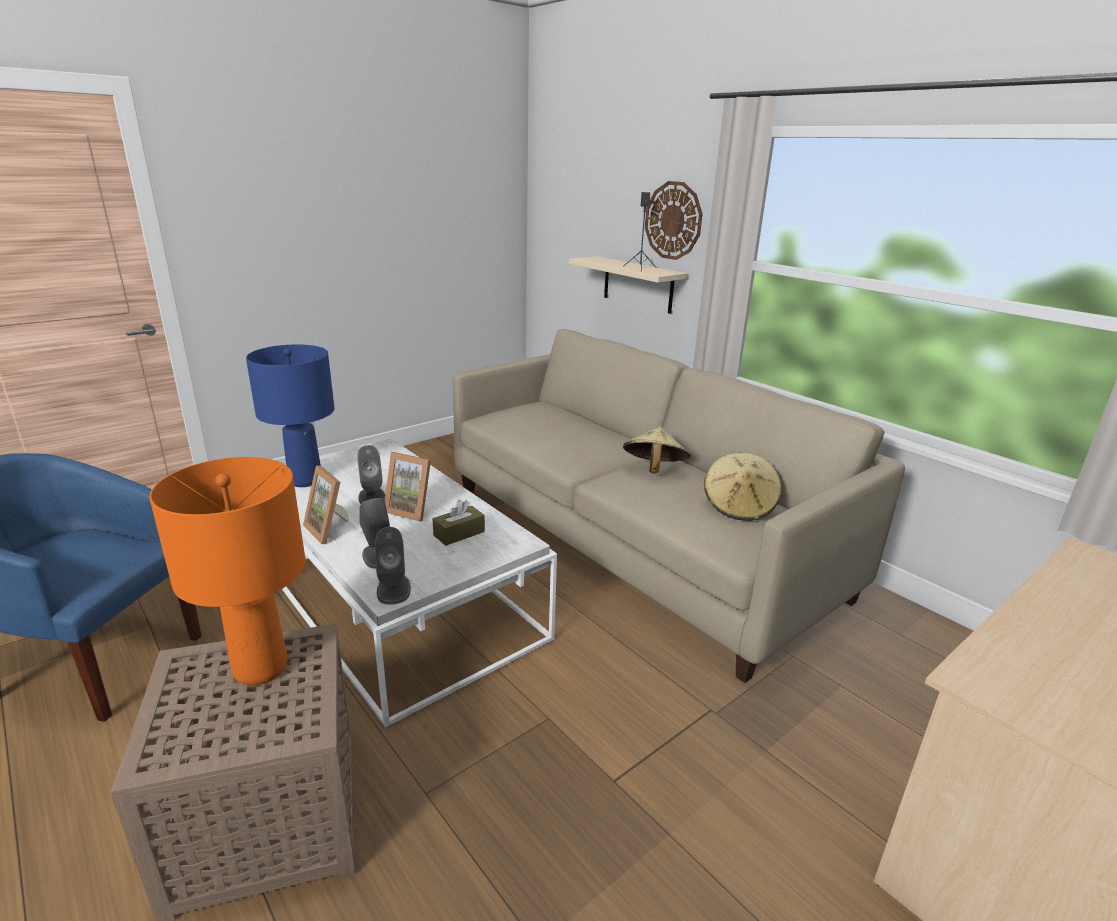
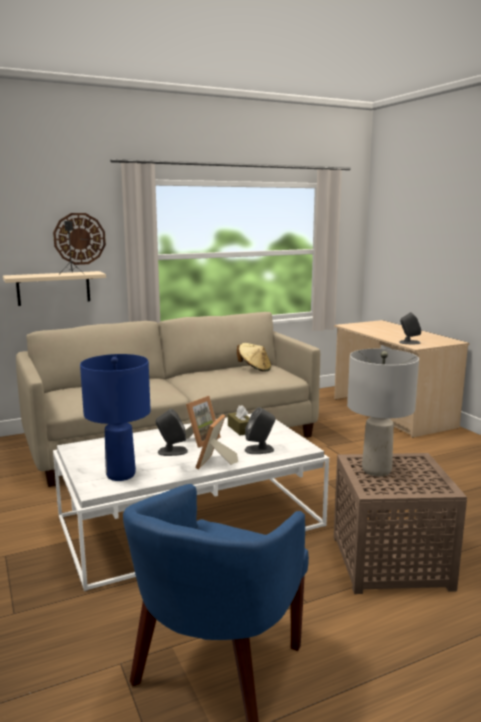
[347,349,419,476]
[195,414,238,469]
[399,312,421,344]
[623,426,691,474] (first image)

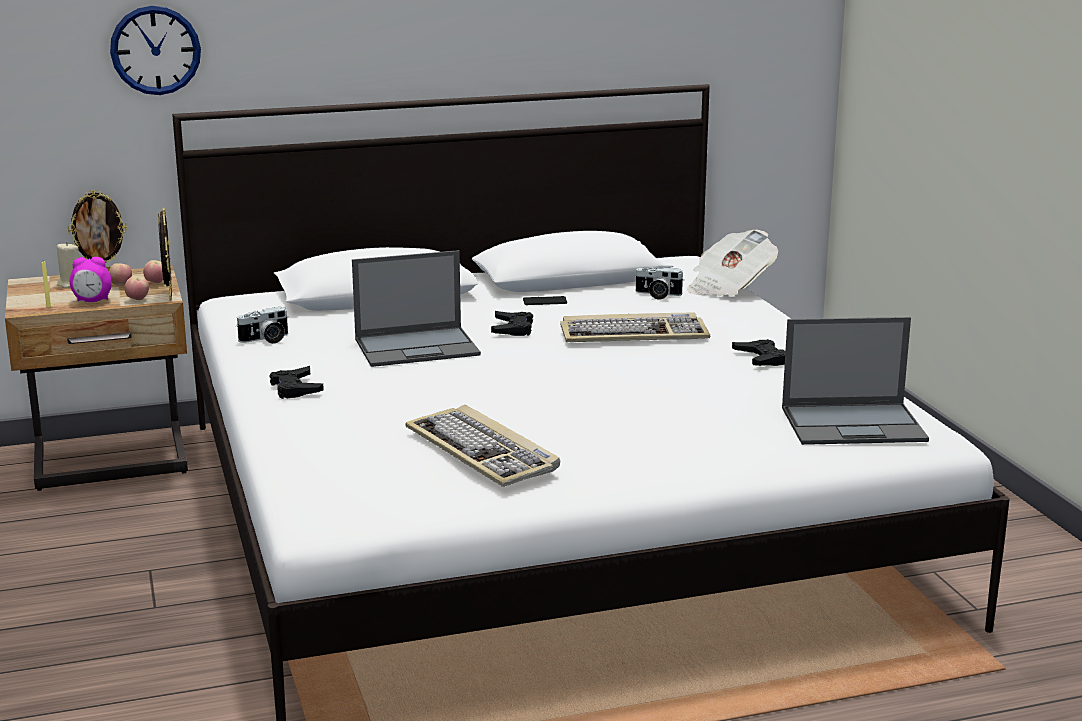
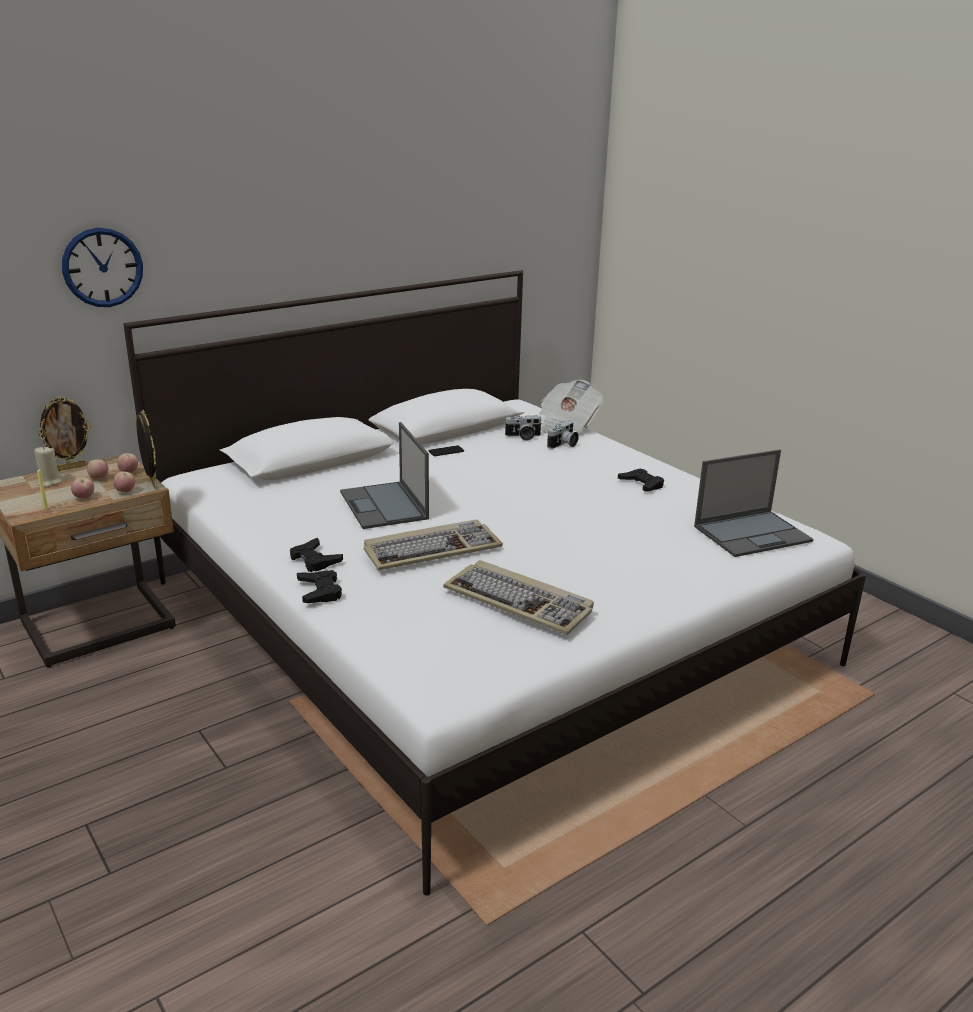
[71,477,94,499]
[547,420,579,449]
[340,422,429,529]
[297,570,342,603]
[364,520,503,570]

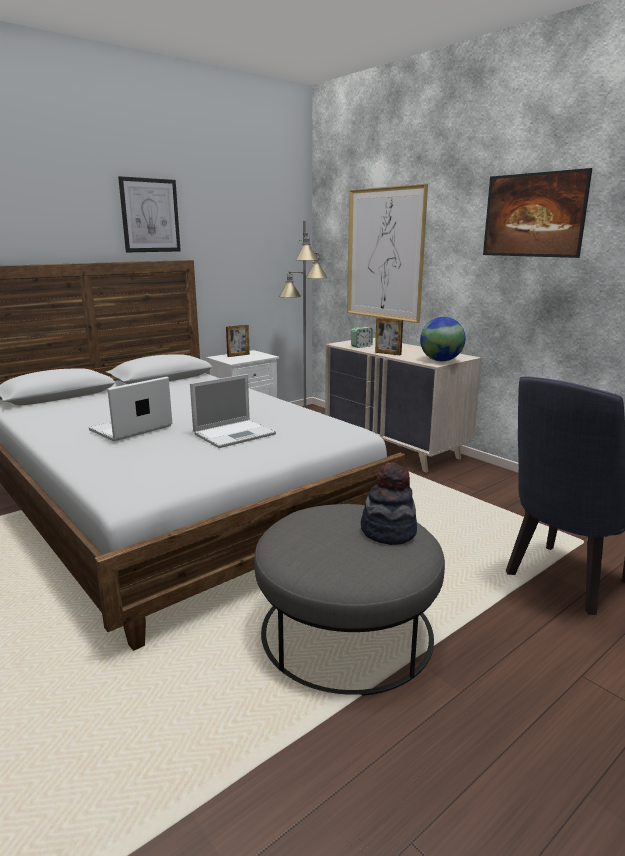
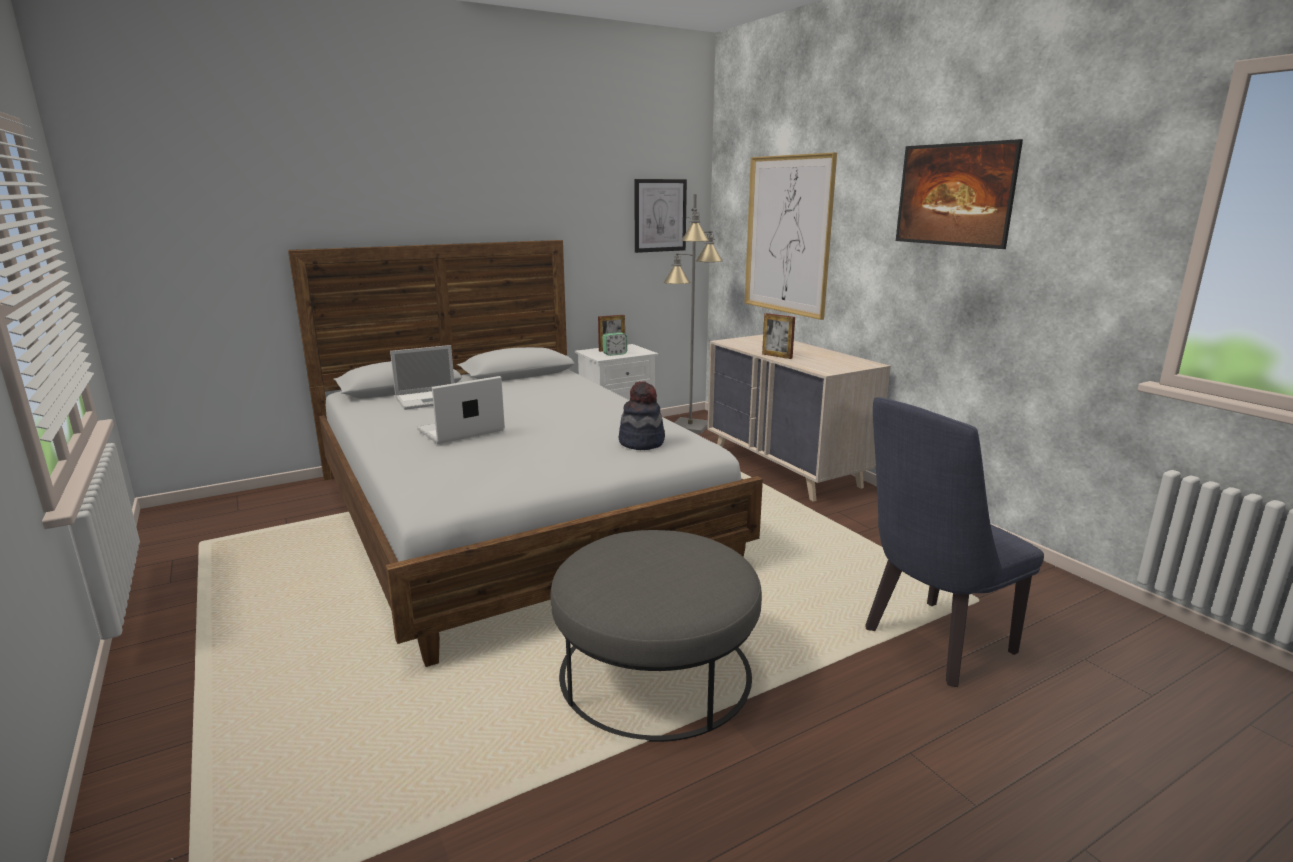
[634,179,687,253]
[390,345,454,410]
[603,332,627,356]
[619,381,665,450]
[420,317,465,361] (first image)

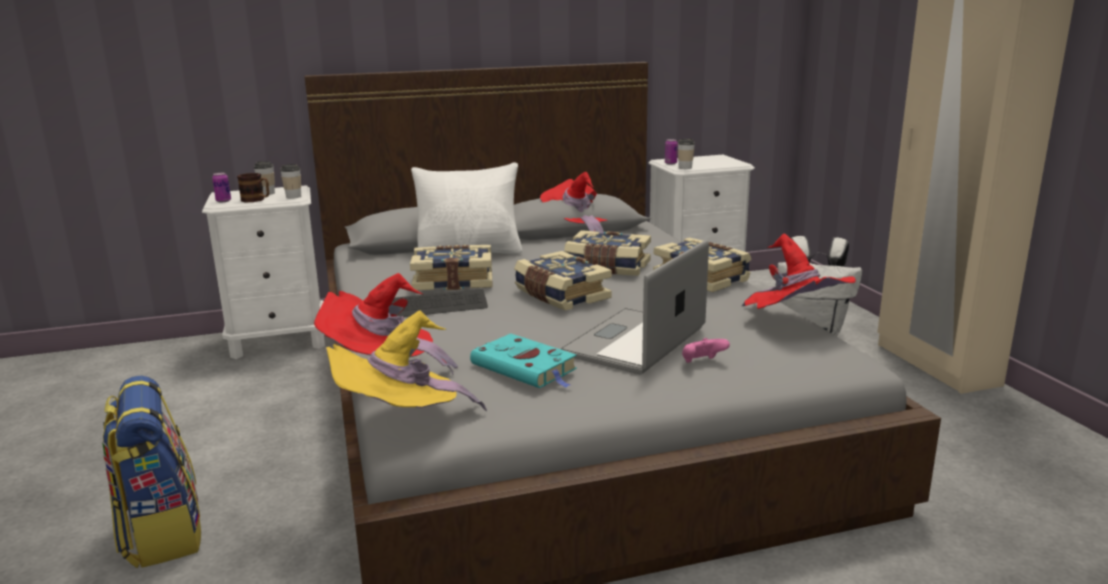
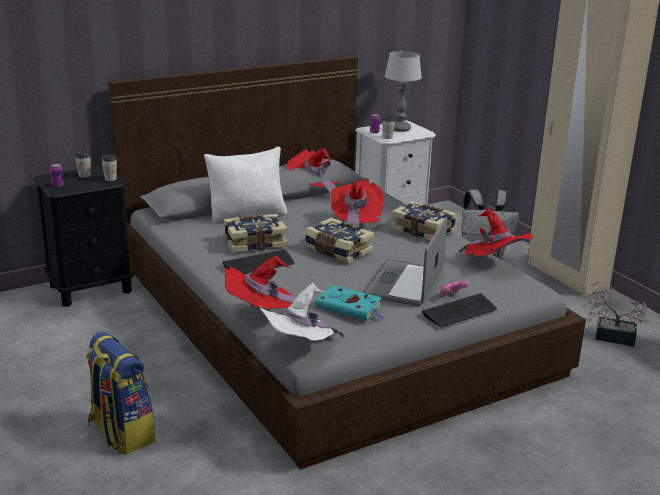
[33,166,134,307]
[237,173,269,202] (first image)
[258,283,344,341]
[331,180,384,228]
[385,51,422,132]
[422,293,497,327]
[583,281,651,347]

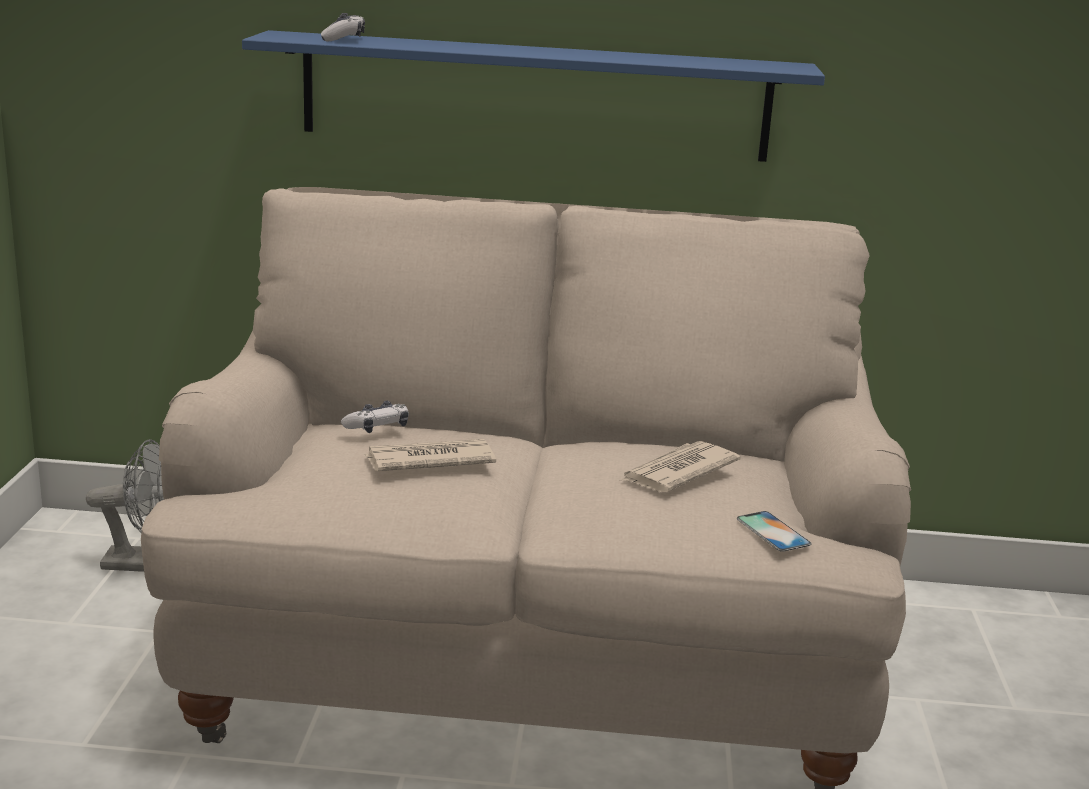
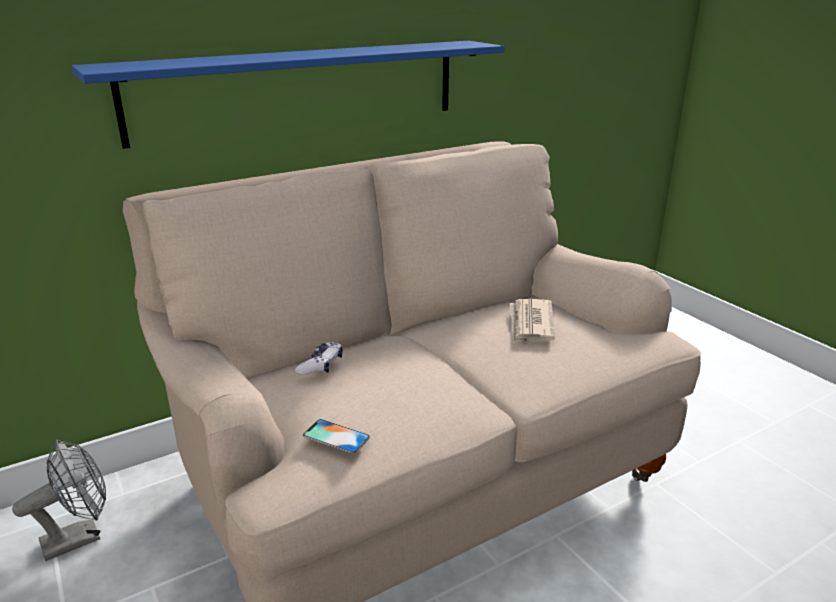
[321,13,365,41] (first image)
[364,439,496,471] (first image)
[303,419,370,454]

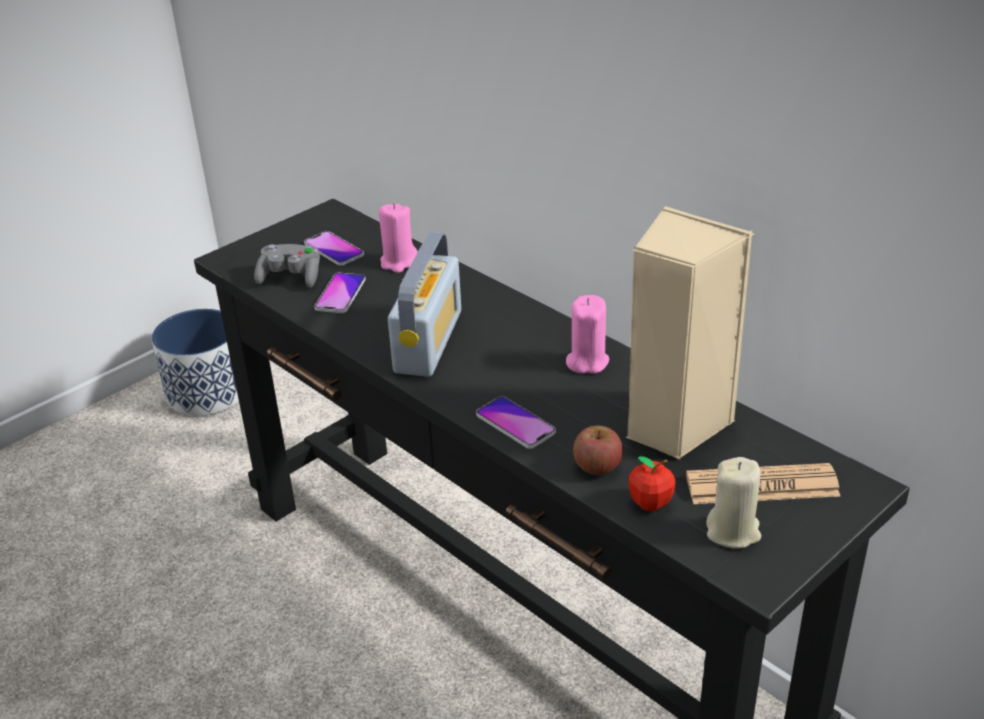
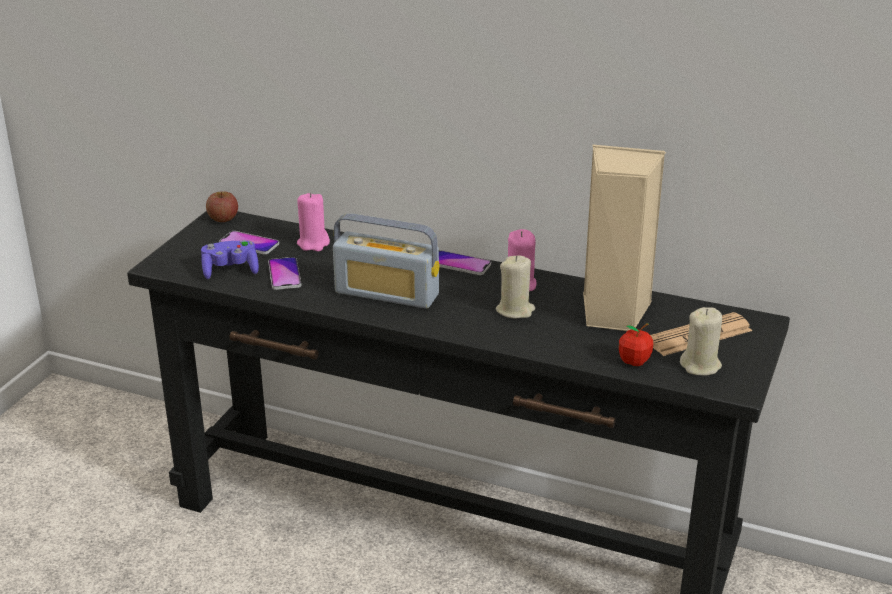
[152,309,239,416] (first image)
[201,240,259,279]
[333,213,440,309]
[439,251,492,275]
[206,191,238,222]
[496,256,535,319]

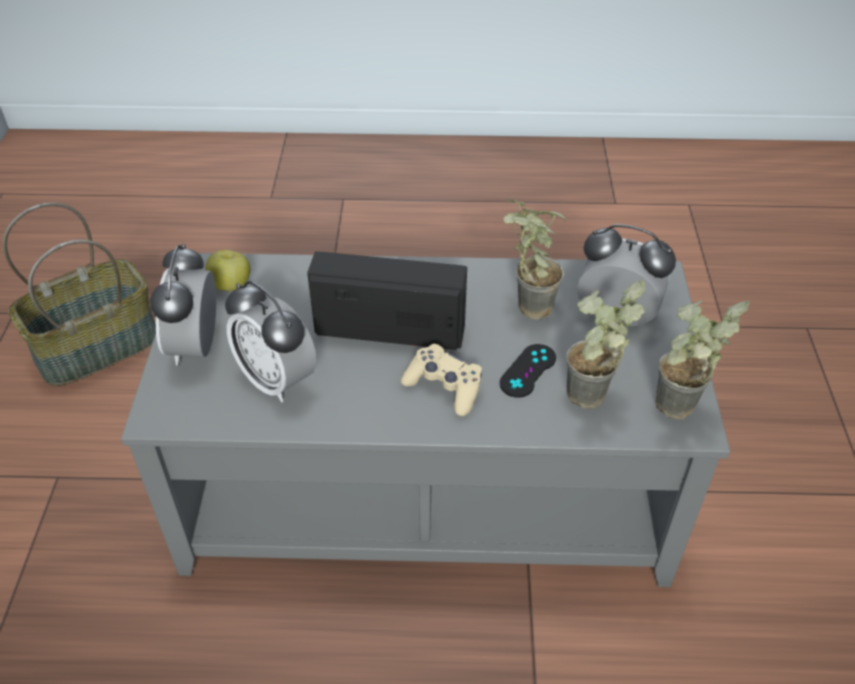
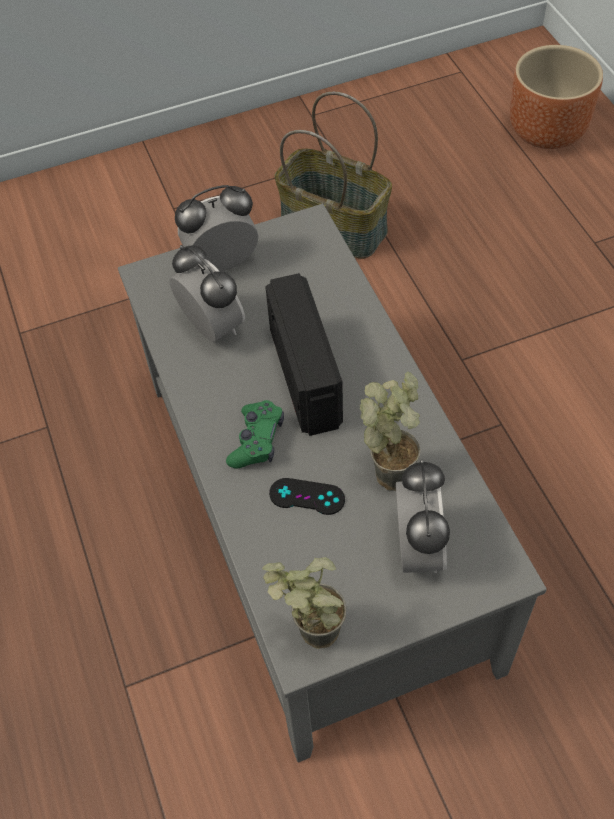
[206,250,250,291] (first image)
[169,245,245,342]
[226,400,284,469]
[566,280,645,408] (first image)
[510,45,603,149]

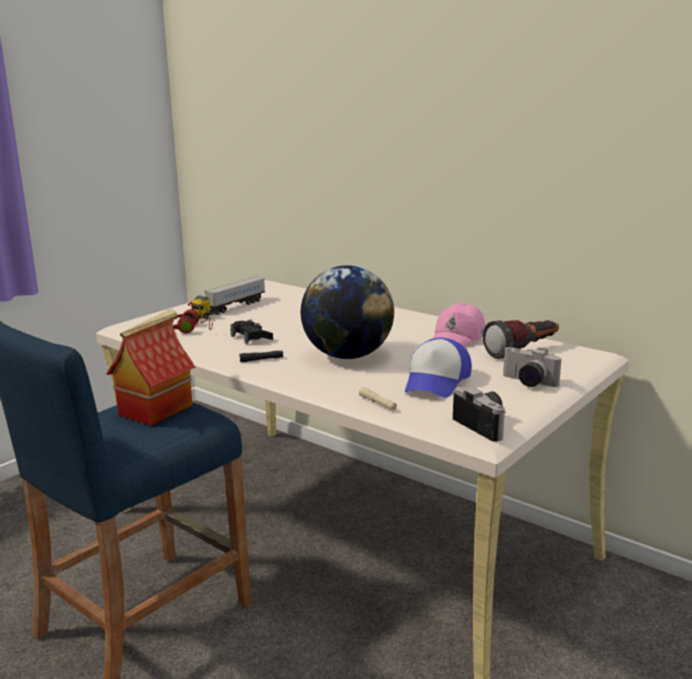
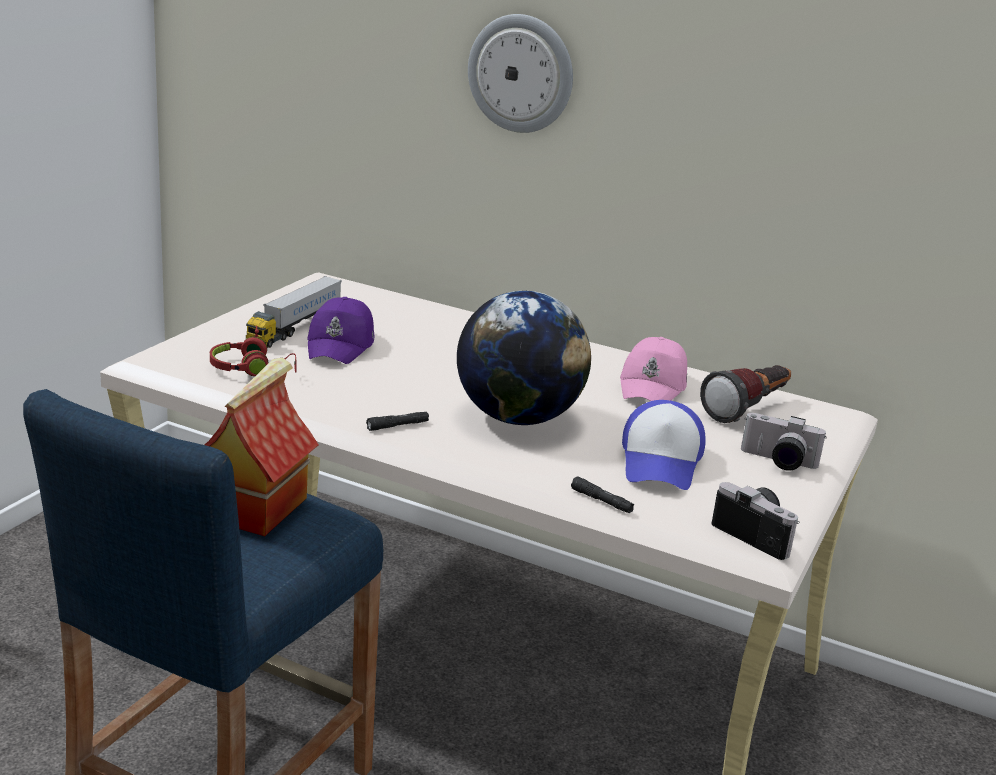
[231,320,273,344] (first image)
[571,476,634,513]
[307,297,374,364]
[468,14,573,133]

